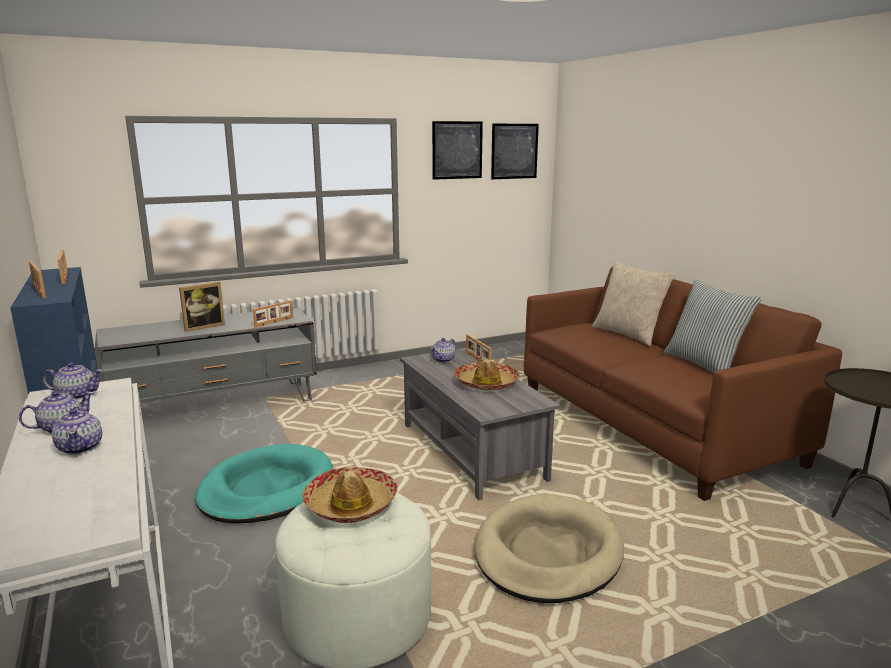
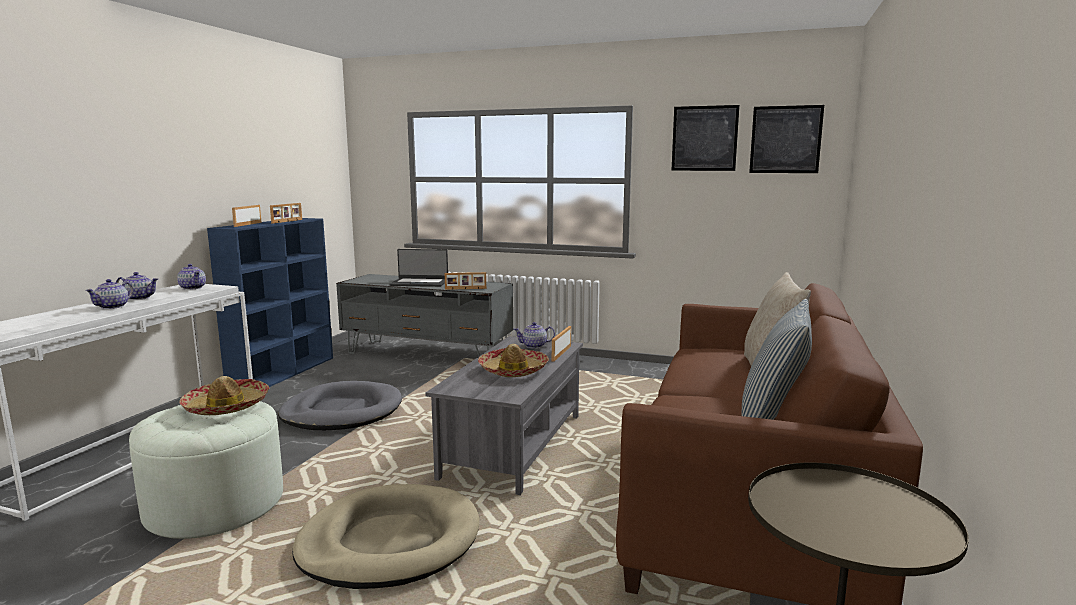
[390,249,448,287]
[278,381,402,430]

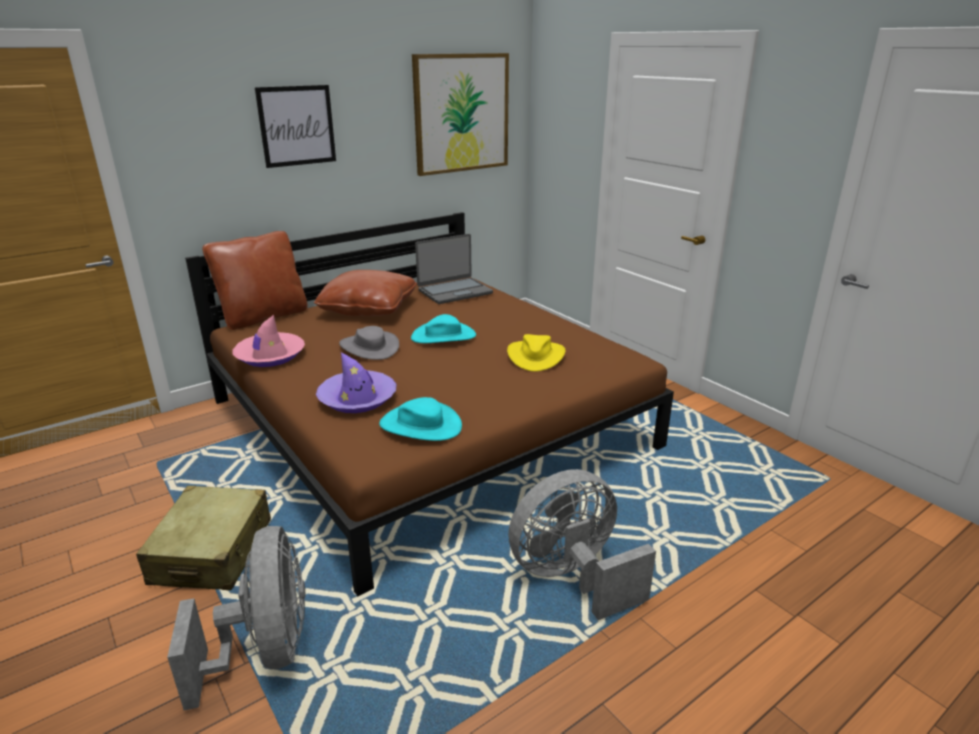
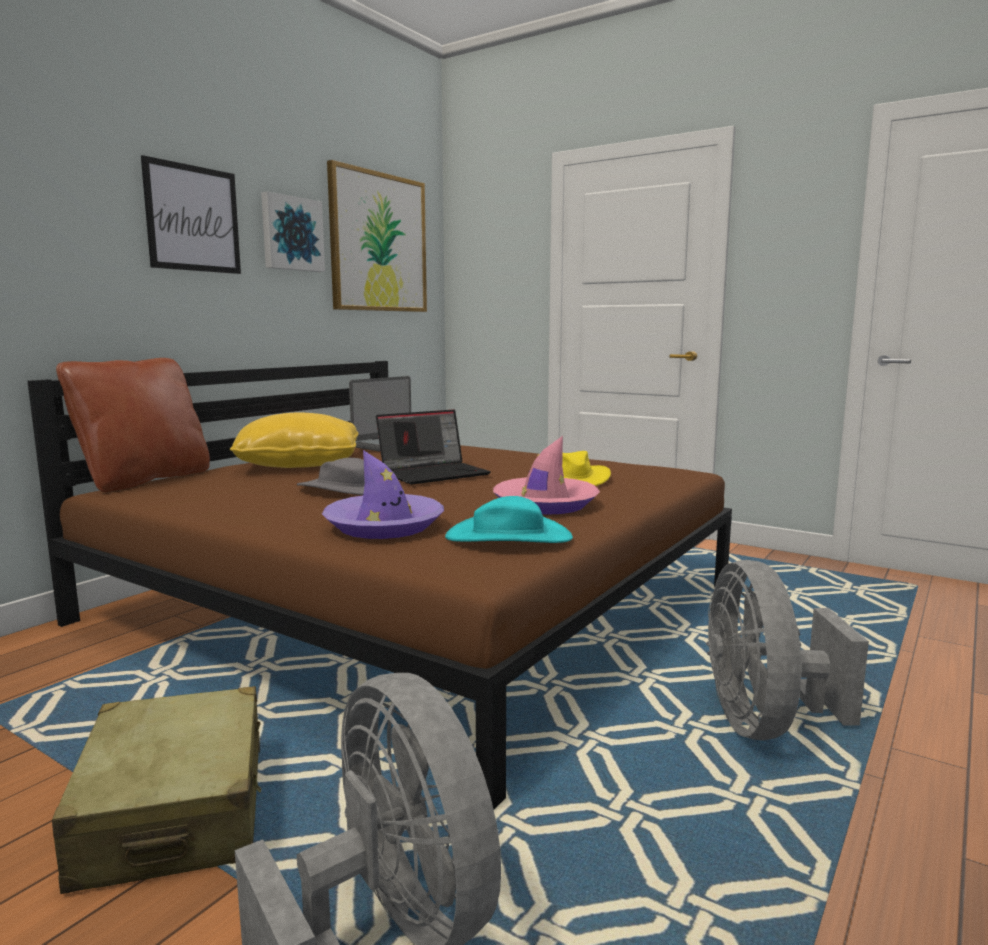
[493,436,600,515]
[230,412,358,468]
[376,409,491,484]
[706,560,869,741]
[261,192,325,272]

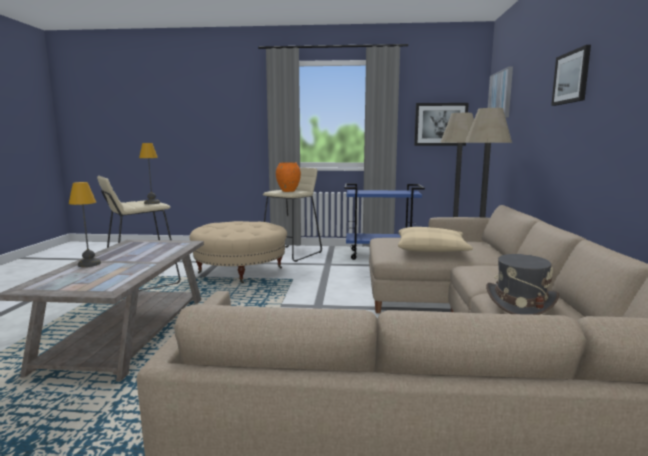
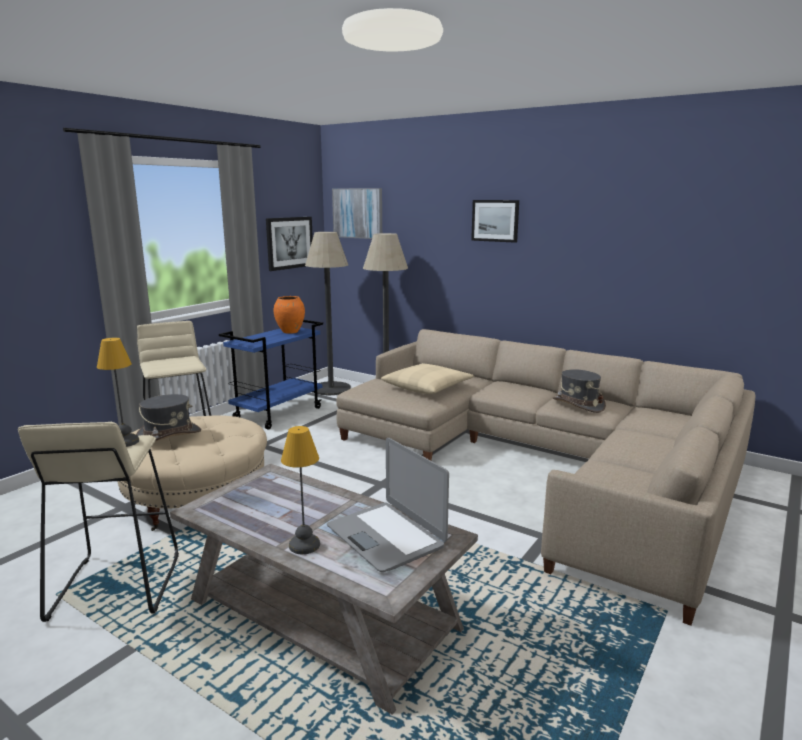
[274,296,305,334]
[136,394,201,441]
[327,438,449,572]

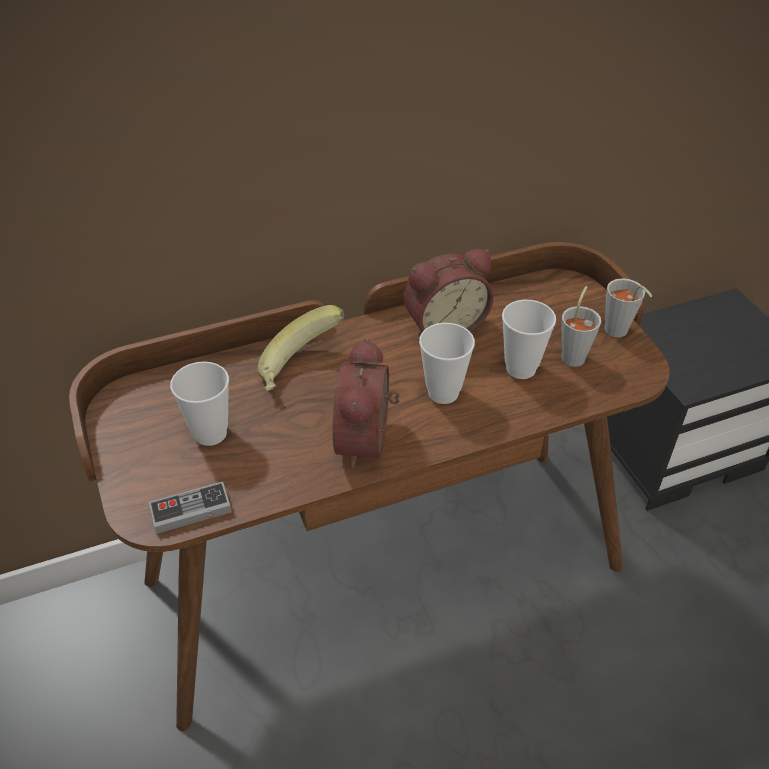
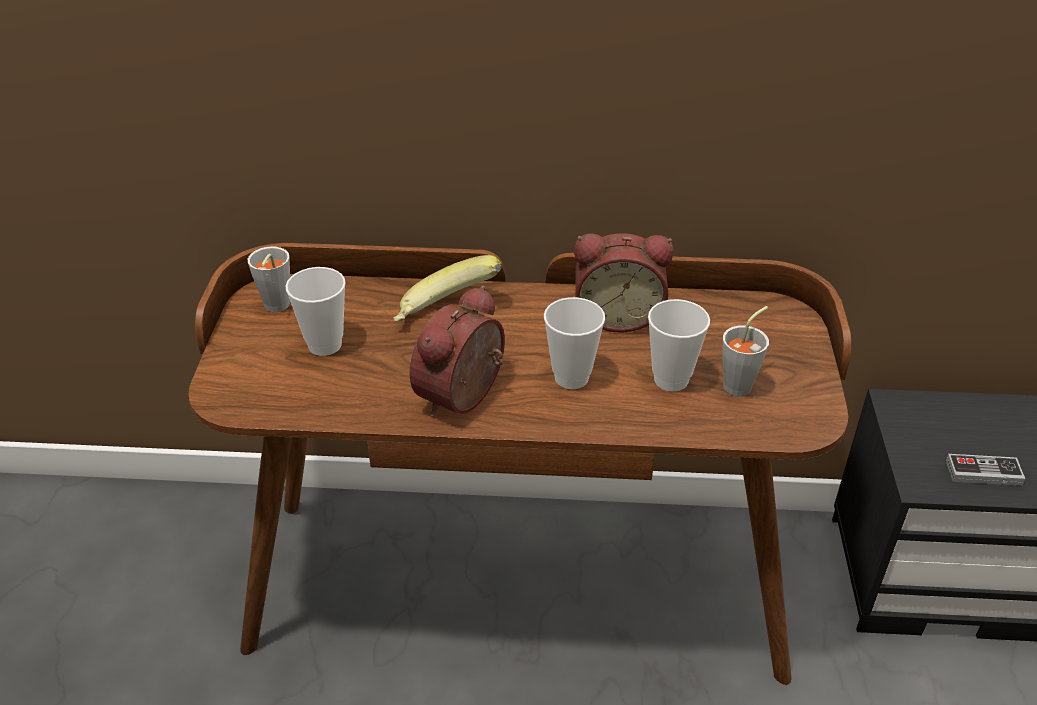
[946,454,1025,486]
[248,246,290,312]

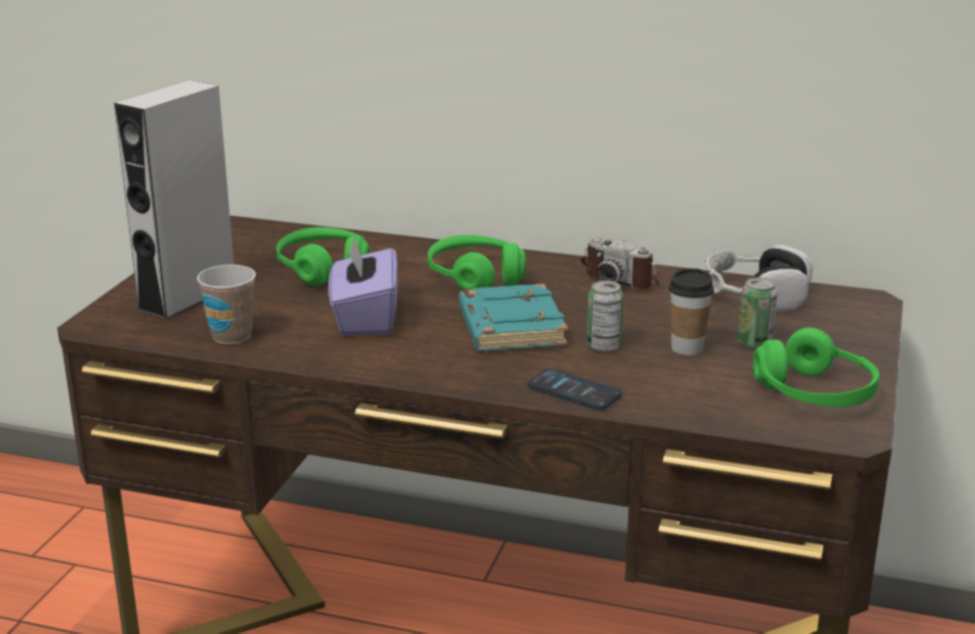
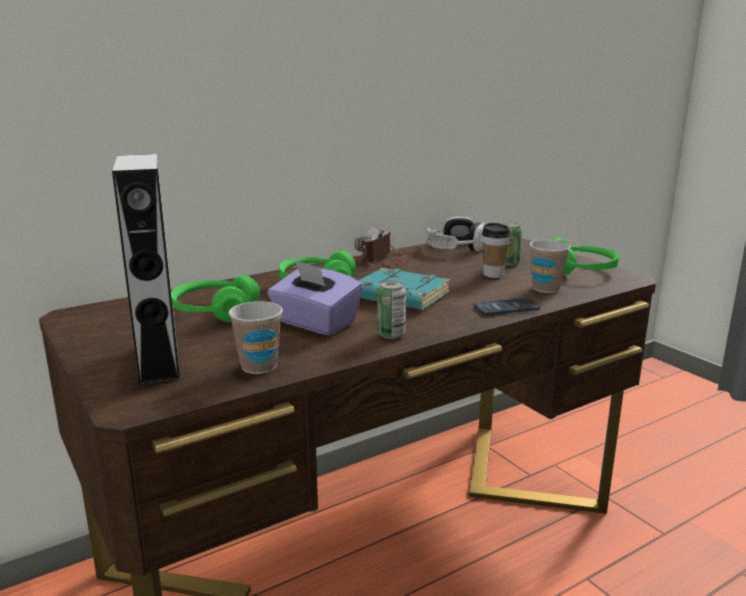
[355,227,412,267]
[377,281,406,339]
[529,240,571,293]

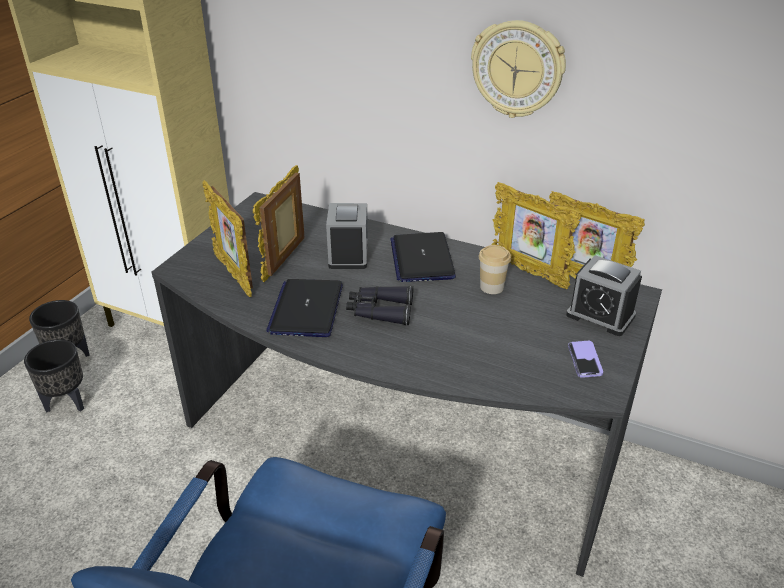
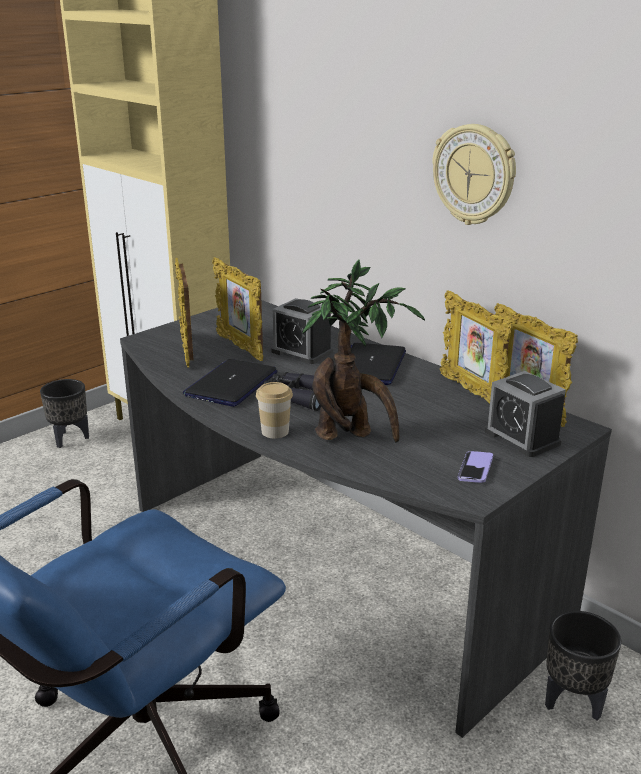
[545,611,621,721]
[212,257,263,361]
[271,298,333,364]
[256,382,293,438]
[303,259,425,443]

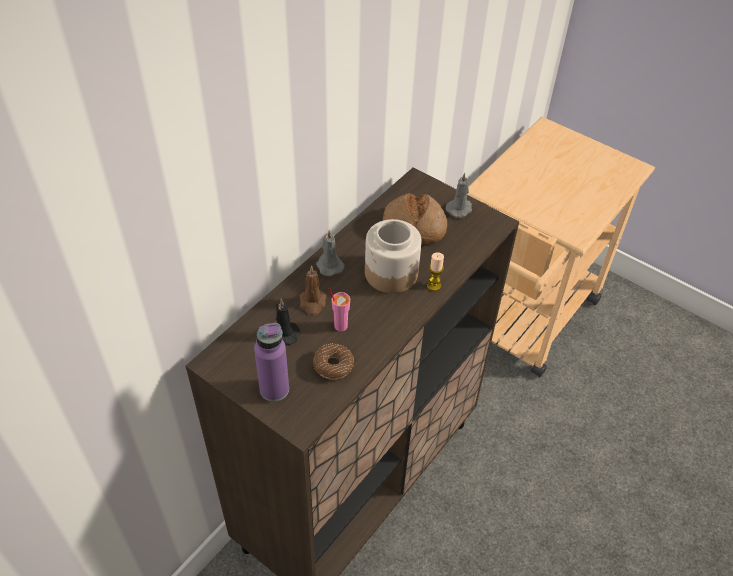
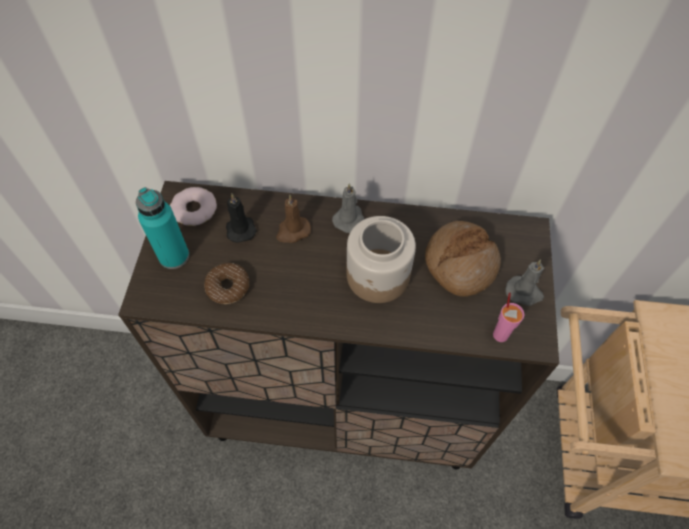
[136,187,189,269]
[493,293,524,342]
[427,252,444,291] (first image)
[170,187,217,226]

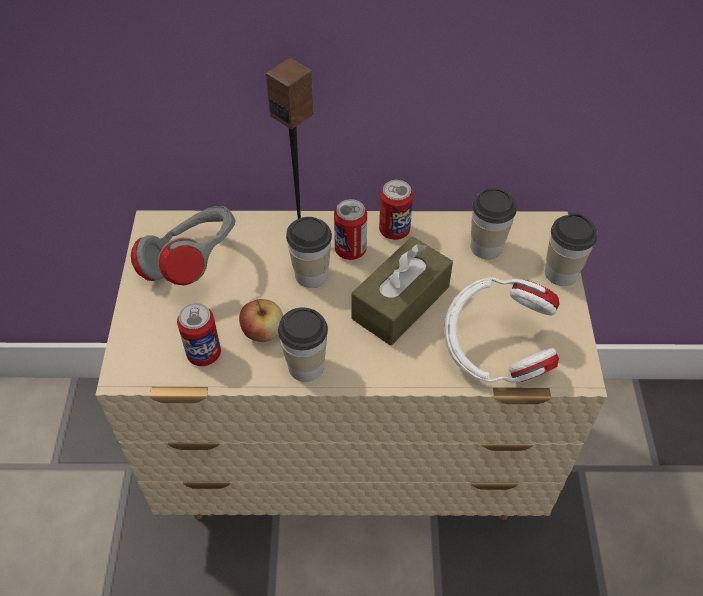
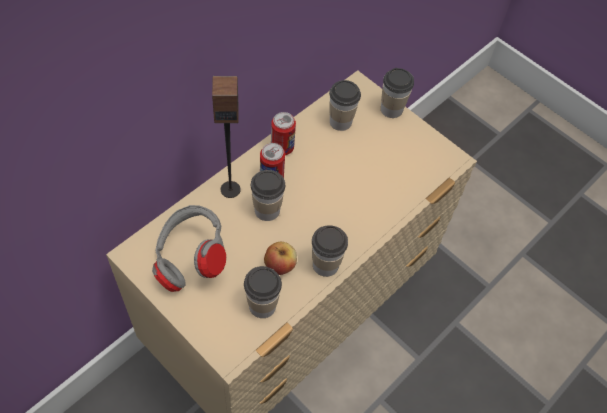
[244,266,282,318]
[351,237,453,346] (first image)
[444,277,560,383] (first image)

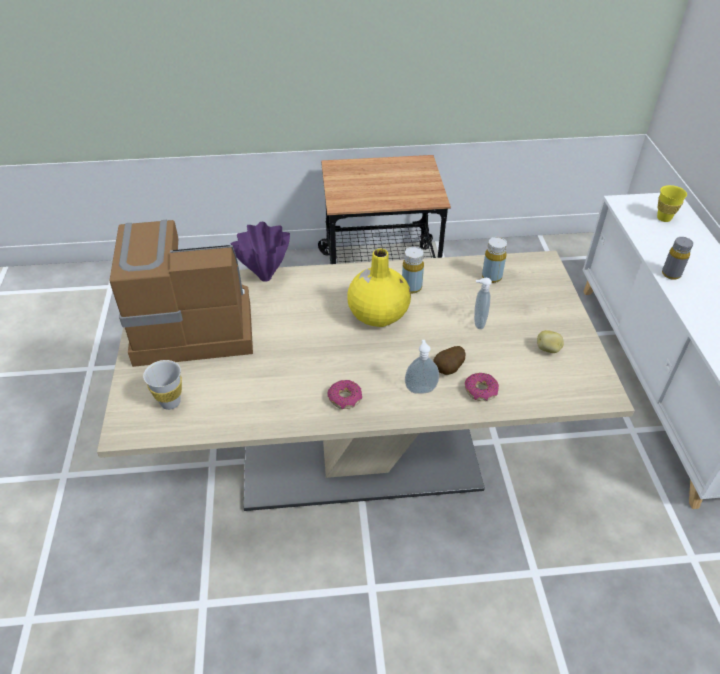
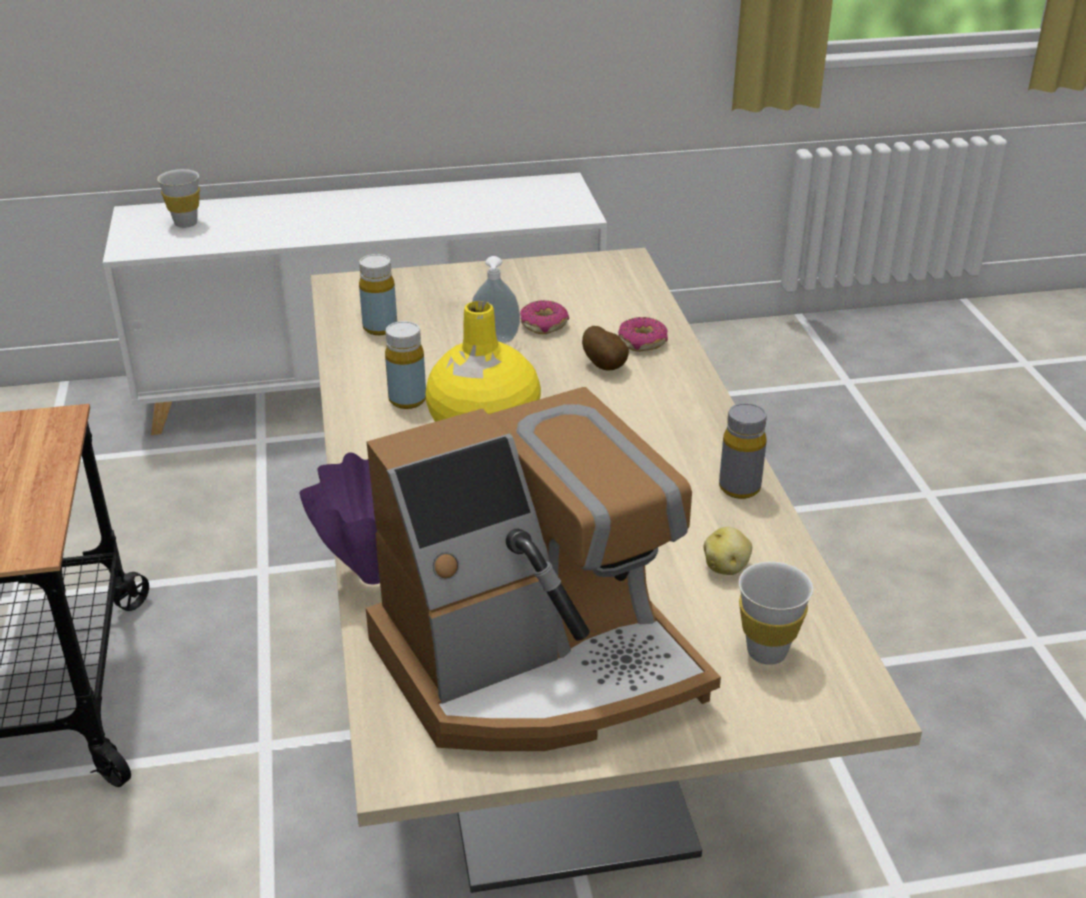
[366,387,721,751]
[520,300,569,334]
[405,340,439,394] (first image)
[704,527,752,575]
[157,169,200,228]
[719,403,767,499]

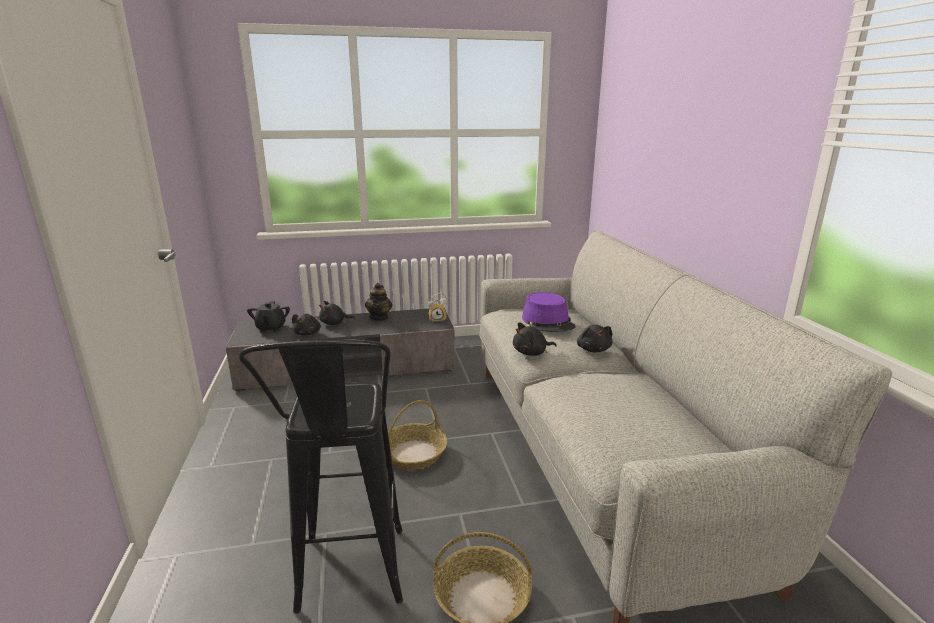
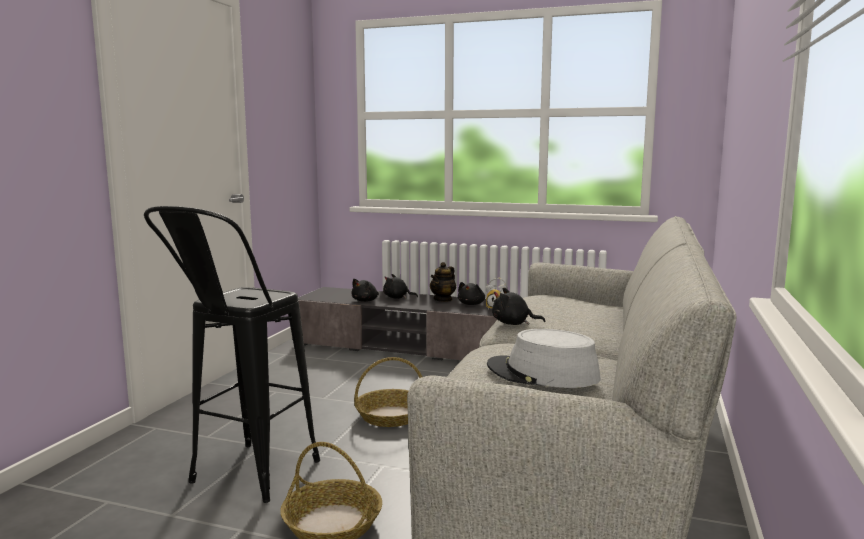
[247,301,290,332] (first image)
[522,292,576,332] (first image)
[458,282,485,305]
[487,329,601,388]

